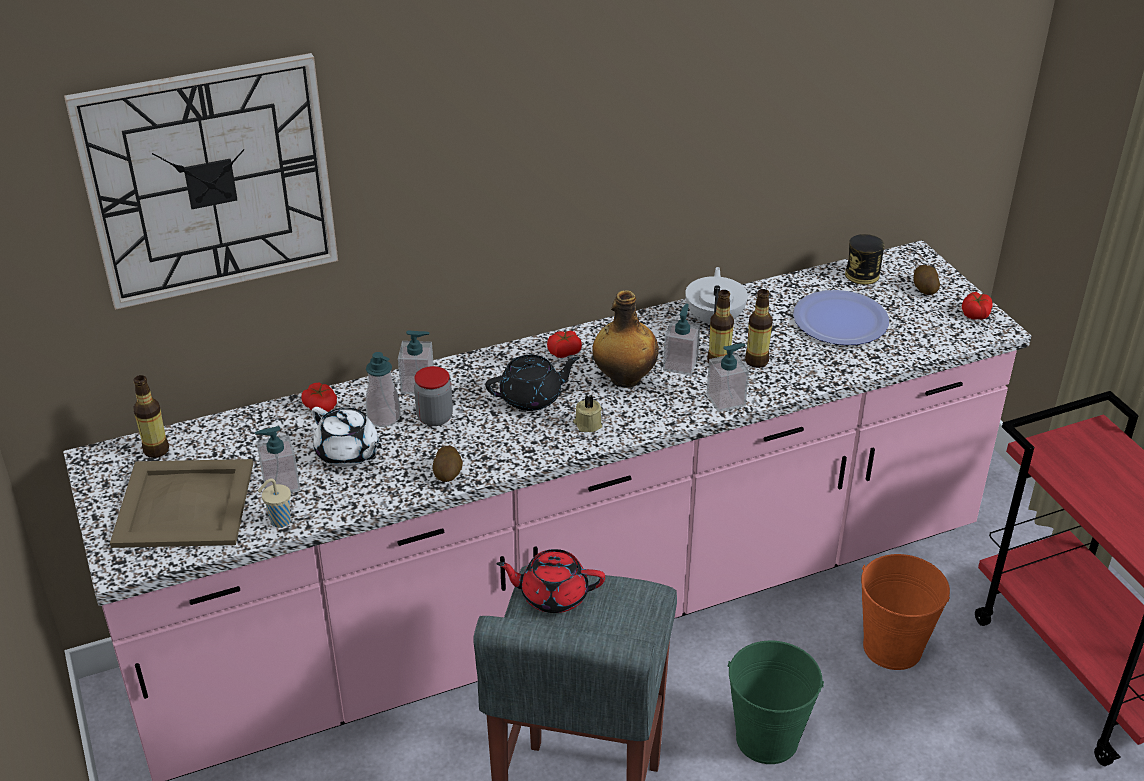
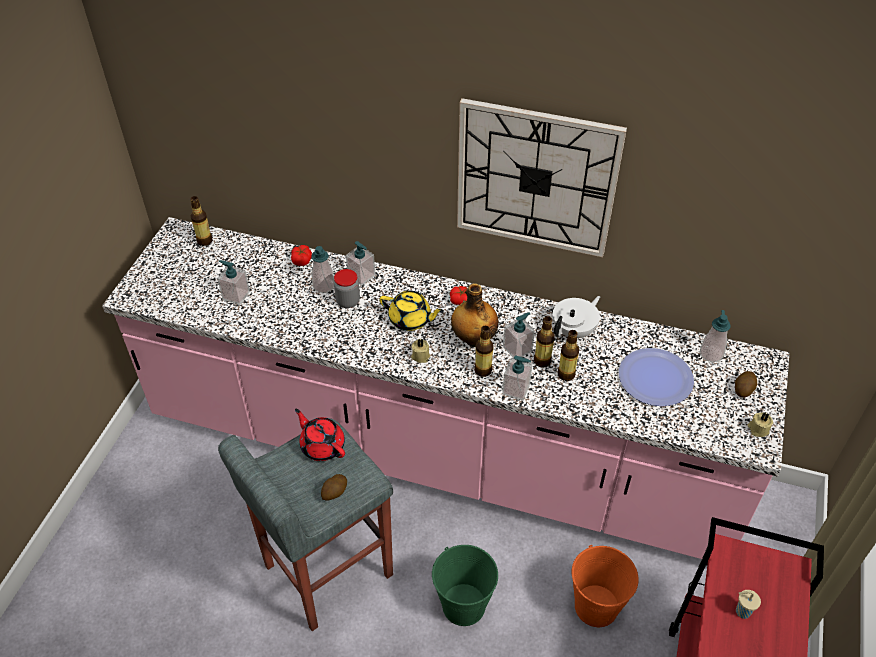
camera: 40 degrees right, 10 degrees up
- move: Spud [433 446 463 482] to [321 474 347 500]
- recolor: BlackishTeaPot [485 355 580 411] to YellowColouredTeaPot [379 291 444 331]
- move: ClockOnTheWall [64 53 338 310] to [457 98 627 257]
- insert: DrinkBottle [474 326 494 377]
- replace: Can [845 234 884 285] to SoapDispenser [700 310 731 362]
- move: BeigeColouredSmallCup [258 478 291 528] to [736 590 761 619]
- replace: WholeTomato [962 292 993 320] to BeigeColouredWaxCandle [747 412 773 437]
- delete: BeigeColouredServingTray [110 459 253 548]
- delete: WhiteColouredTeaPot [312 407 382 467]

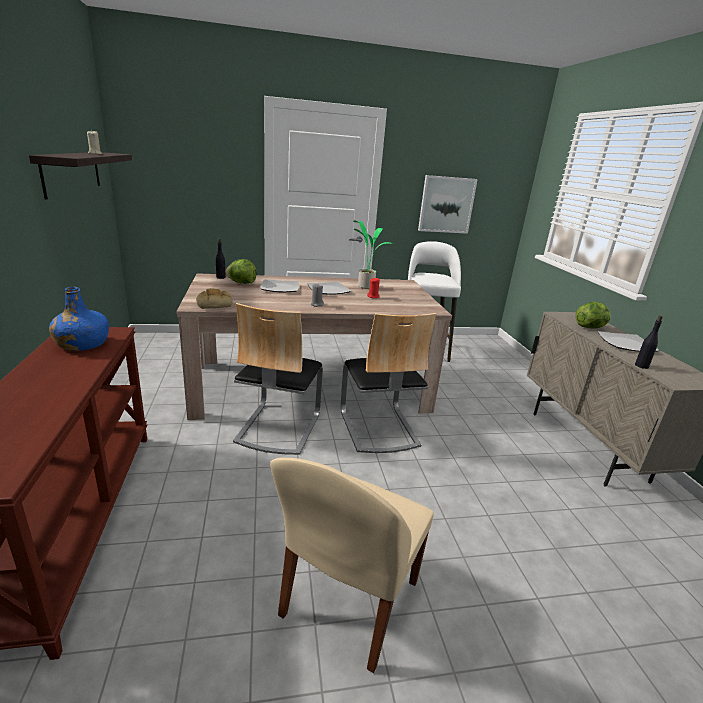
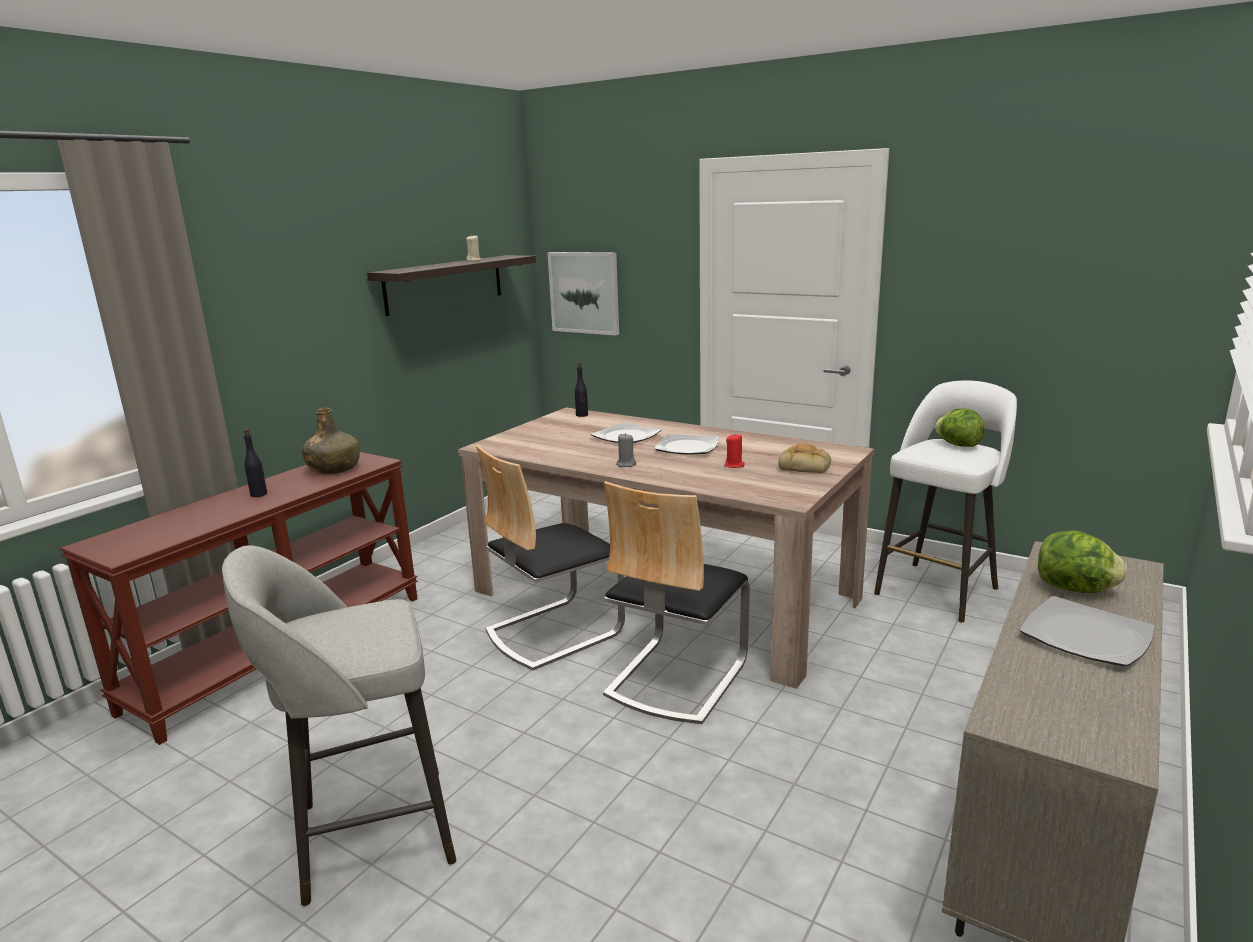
camera: 45 degrees right, 5 degrees down
- replace: BeigeColouredPlainChair [270 458 434 673] to GreyStool [222 545 456 906]
- move: BlackishDrinkBottle [635 316 663 369] to [244 429 267 497]
- recolor: BlueDrinkBottle [49 287 109 351] to GreenishDrinkBottle [302 407 360 474]
- move: Picture [418 175 478 234] to [547 252 619 336]
- move: Bread [196 288 233 309] to [778 443 831 473]
- move: HeadOfLettuce [225 259 257 284] to [934 408 985 447]
- delete: Houseplant [353 220 392 289]

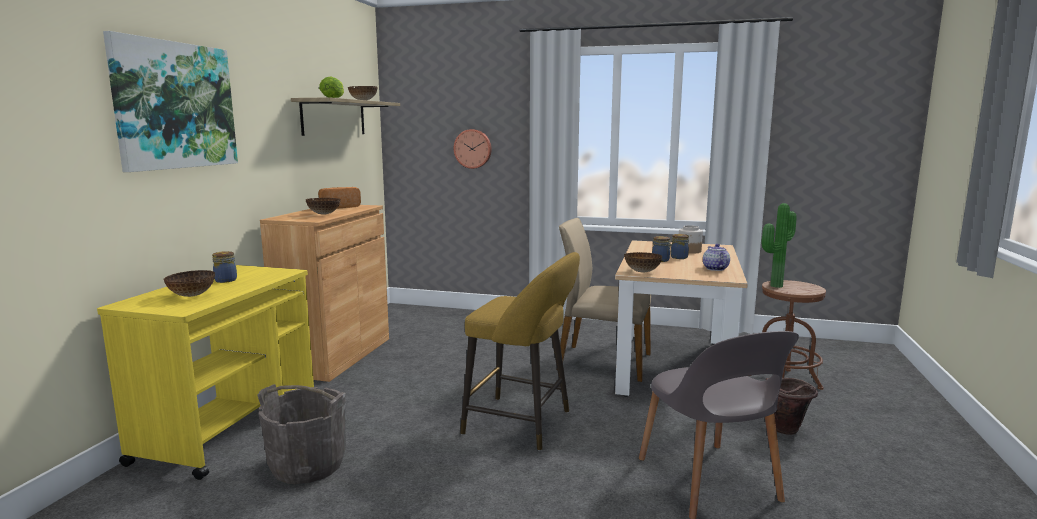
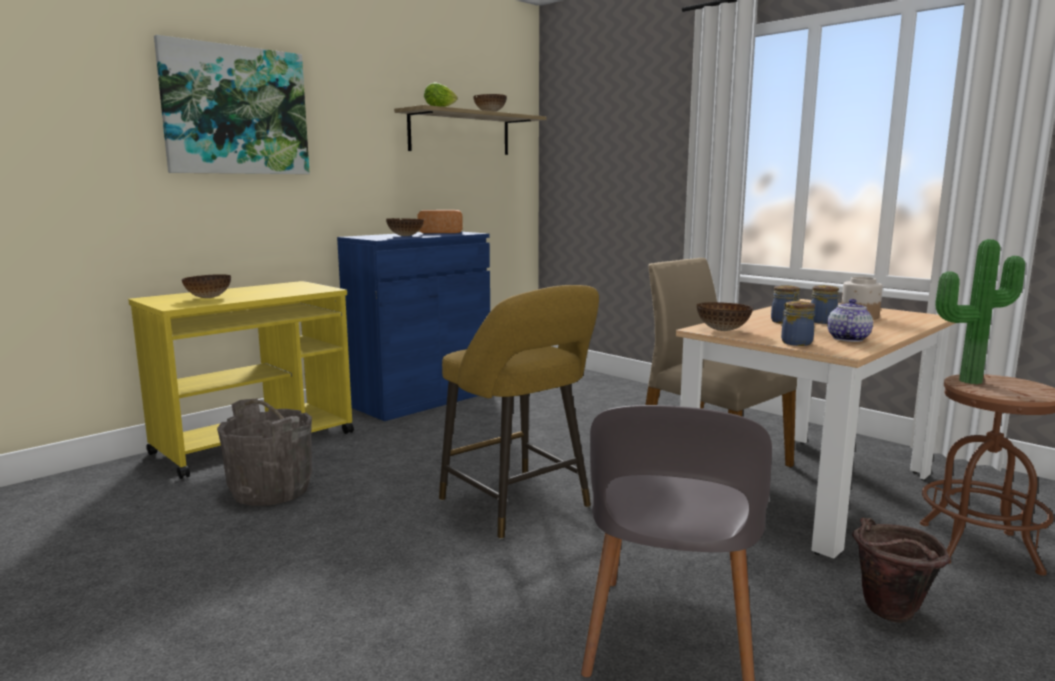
camera: 30 degrees right, 0 degrees up
- recolor: BrownStorageCabinet [260 205 389 382] to BlueStorageCabinet [337 232 490 421]
- move: PreserveJar [212 251 237 283] to [781 301 815 346]
- delete: ClockOnTheWall [454 129 492 169]

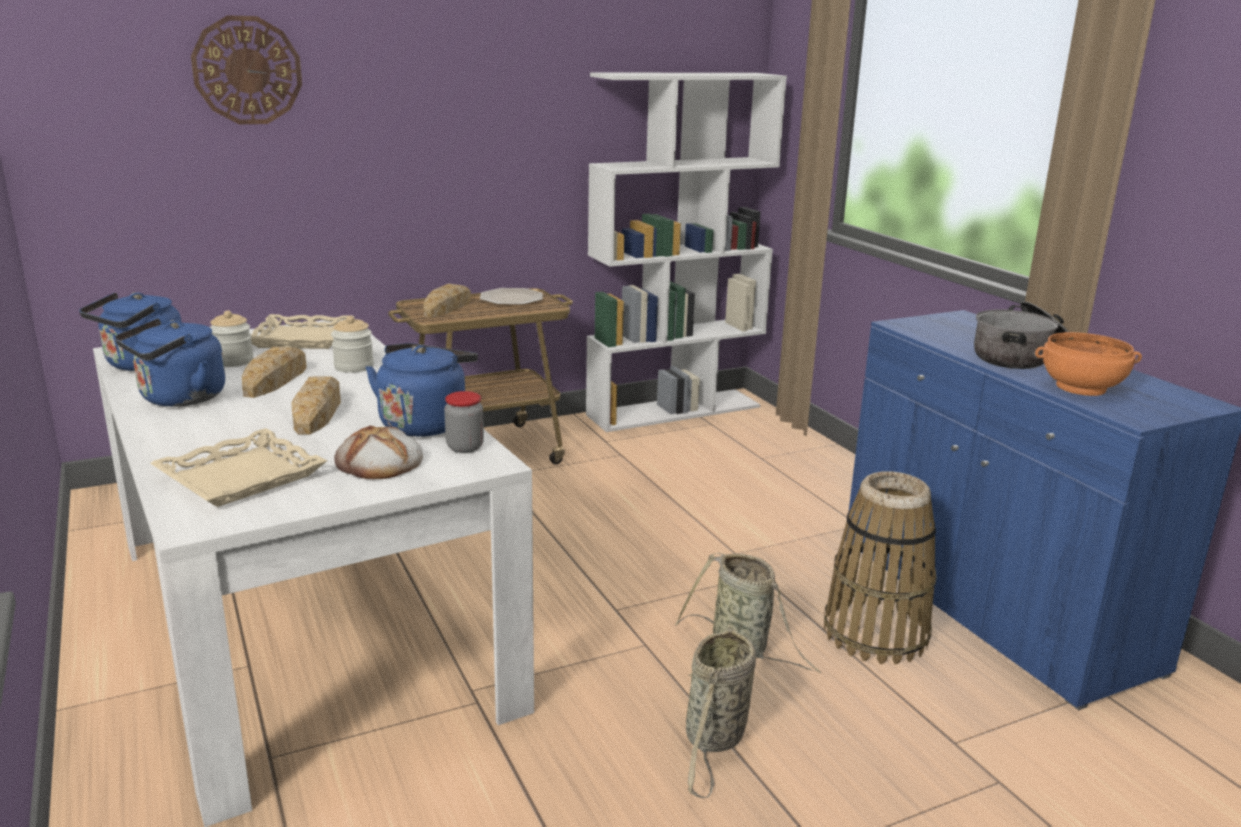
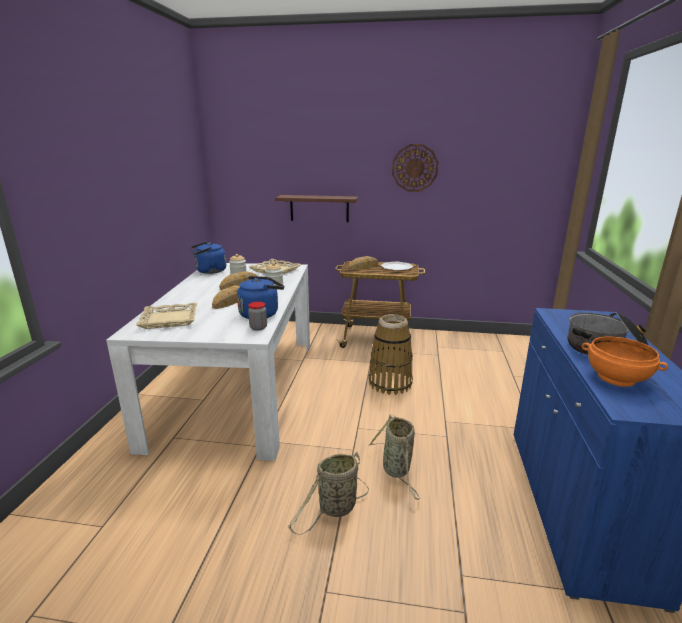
camera: 35 degrees right, 0 degrees up
- insert: BrownWallShelf [275 195 359 222]
- move: HouseholdBasket [824 471 937 664] to [368 314 413 395]
- move: ClockOnTheWall [191 15 302 124] to [392 144 439 192]
- delete: BlueWaterKettle [114 318 225 407]
- delete: Bread [334 425 423 479]
- delete: WhiteColouredBookcase [586 72 787 432]

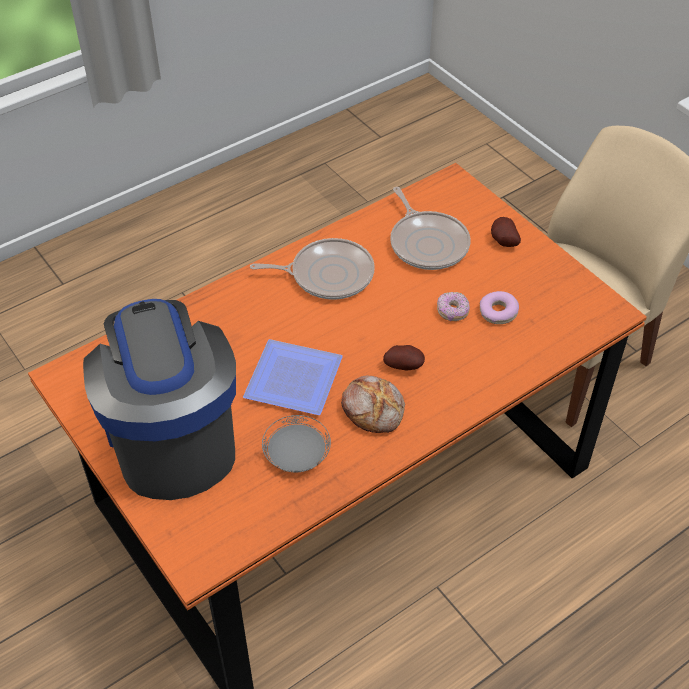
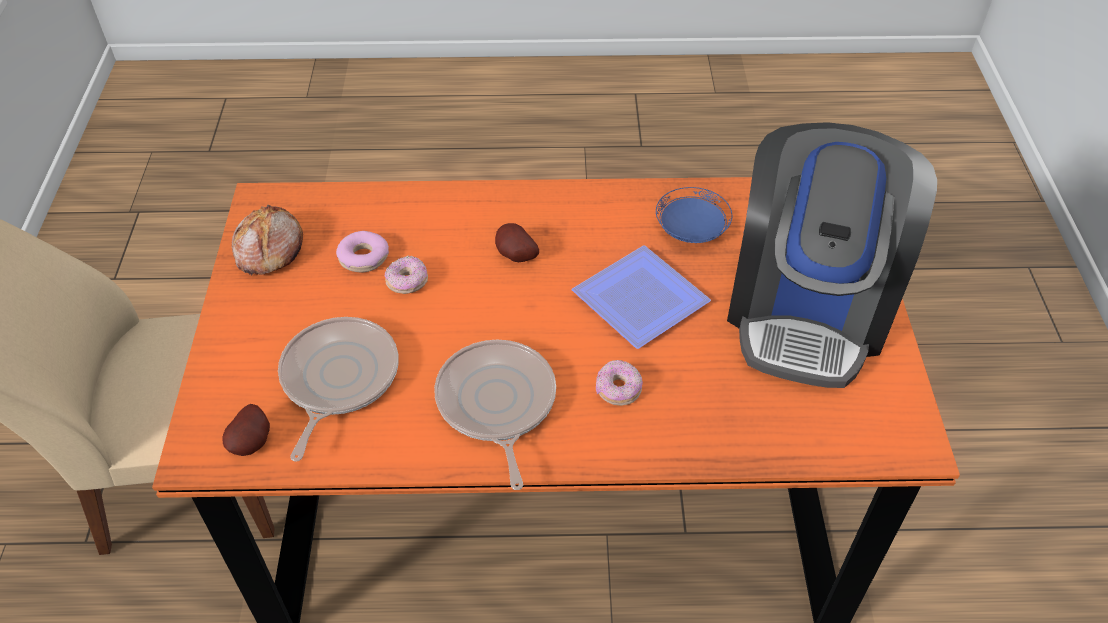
camera: 145 degrees left, 0 degrees up
- move: Spud [491 217 521 247] to [222 404 270 456]
- move: Bread [341 376 405 433] to [232 205 303 275]
- rotate: Skillet [250 238 375 300] = [434 340 556 490] 45 degrees clockwise
- insert: Donut [596 360 643 406]
- recolor: GreyDinnerPlate [262 415 331 472] to BlueDinnerPlate [656 187 732 243]

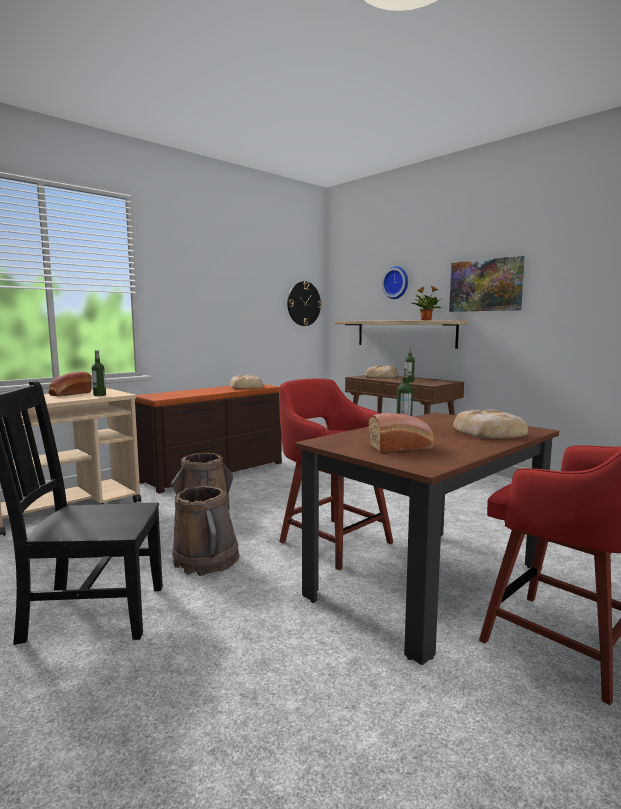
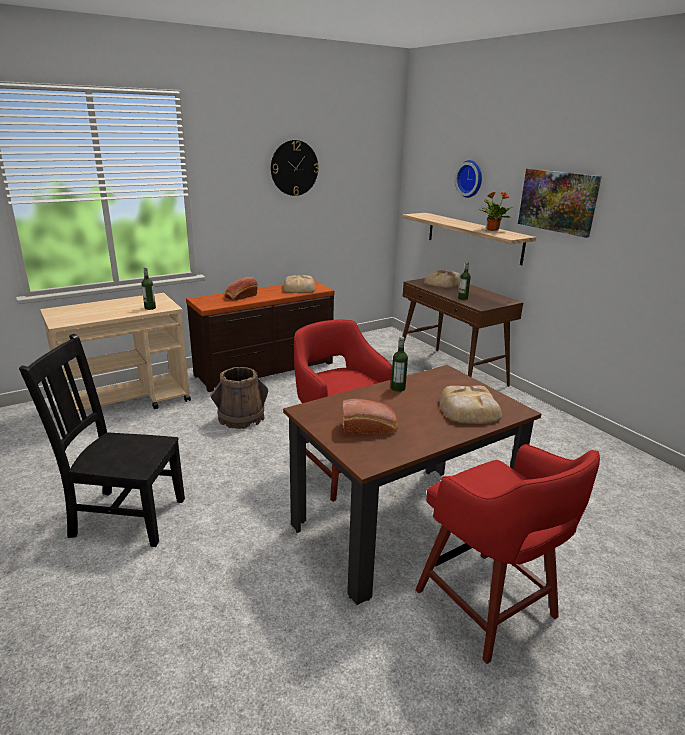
camera: 10 degrees right, 15 degrees up
- move: Bread [49 371 92 396] to [225 277 258 301]
- move: ClockOnTheWall [287 281 322 326] to [271 140 319 196]
- delete: BrownBucket [172 486 240 576]

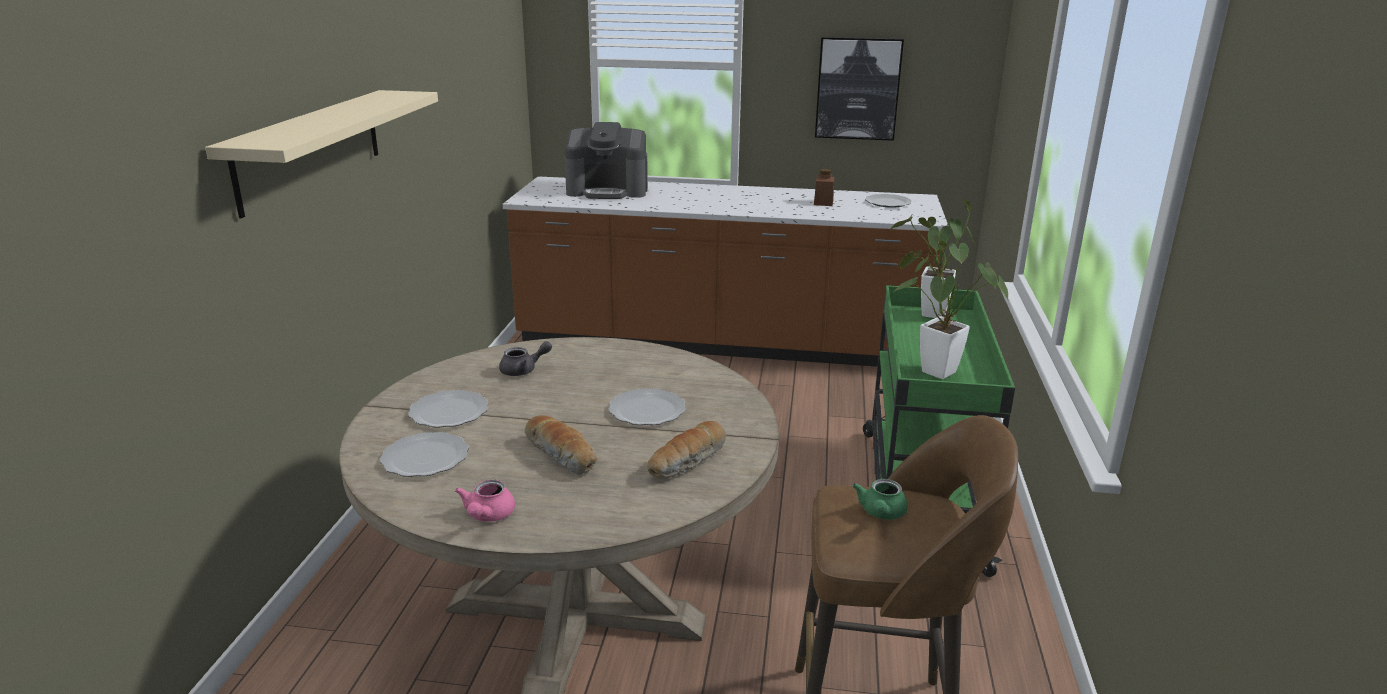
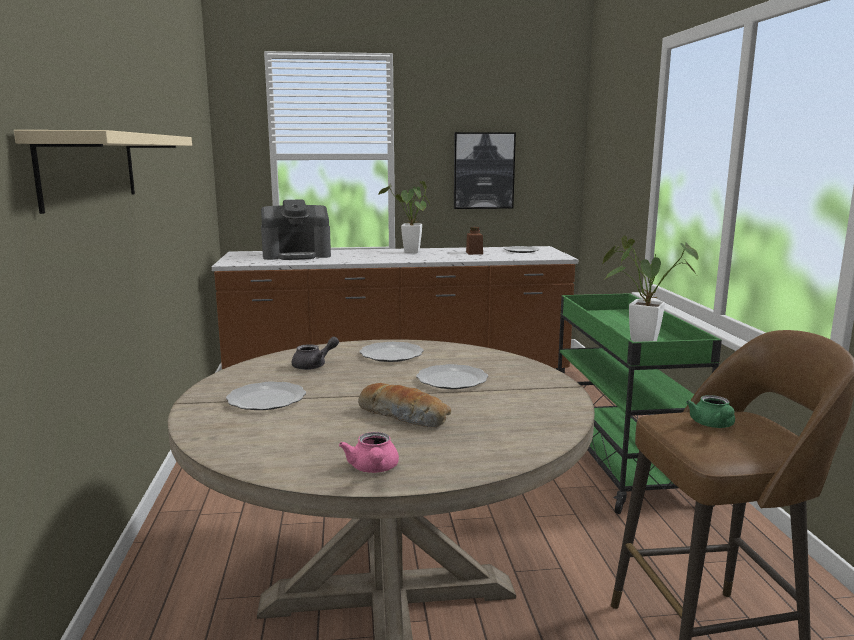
camera: 15 degrees left, 10 degrees down
- move: DinnerPlate [380 432 469 477] to [360 342 424 362]
- move: Houseplant [890 199 975 318] to [378 181 430 253]
- delete: Bread [647 421 726 479]

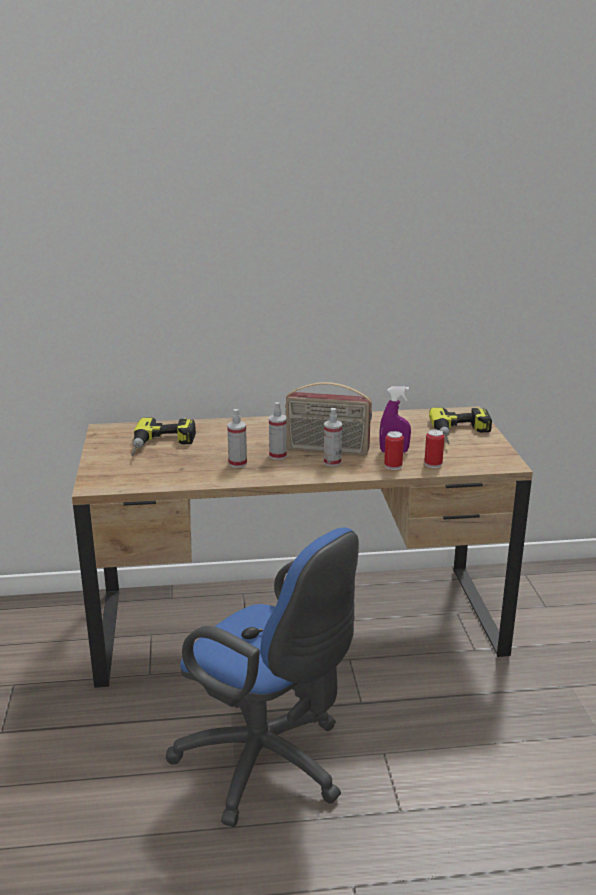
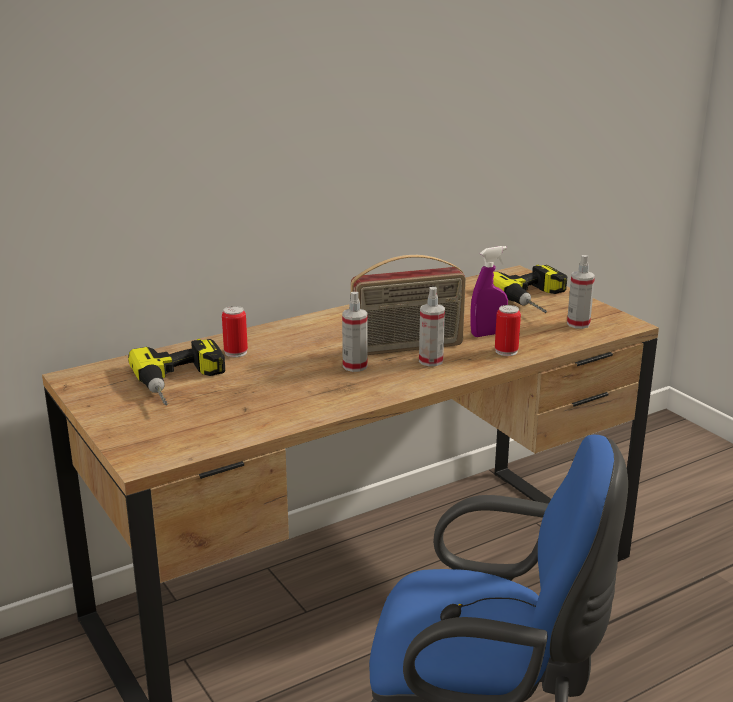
camera: 25 degrees left, 0 degrees up
- move: Can [425 429 444 468] to [222 306 248 357]
- move: Sprayer [227 409 247 468] to [567 255 595 329]

